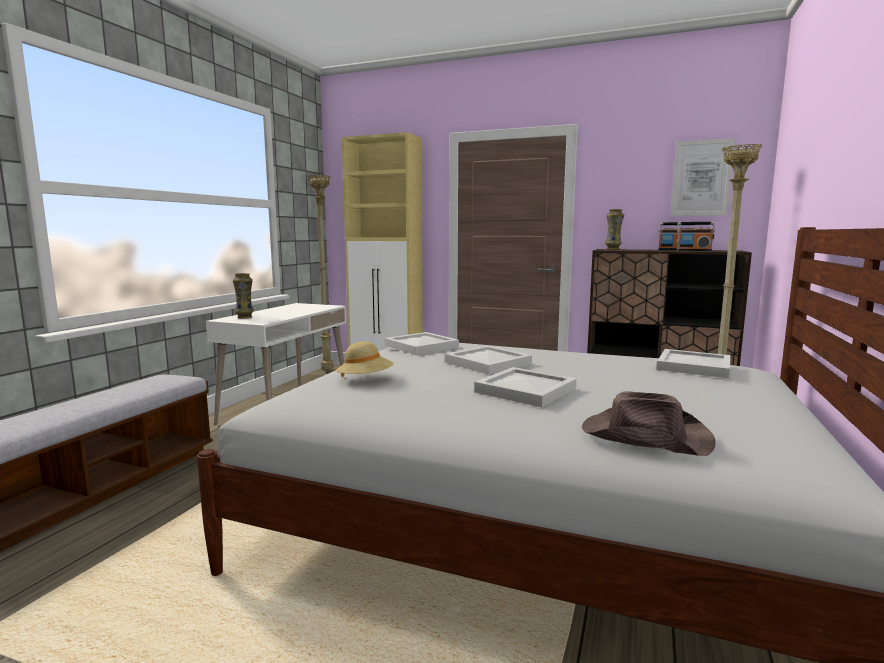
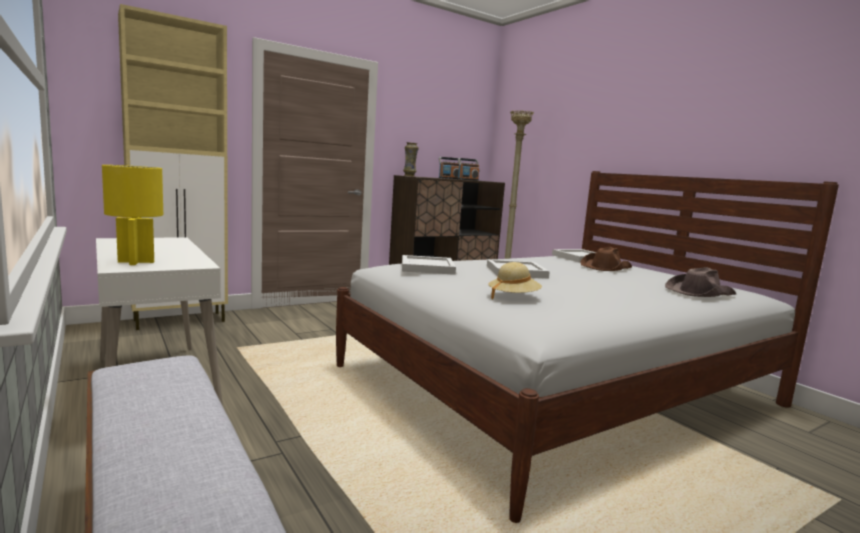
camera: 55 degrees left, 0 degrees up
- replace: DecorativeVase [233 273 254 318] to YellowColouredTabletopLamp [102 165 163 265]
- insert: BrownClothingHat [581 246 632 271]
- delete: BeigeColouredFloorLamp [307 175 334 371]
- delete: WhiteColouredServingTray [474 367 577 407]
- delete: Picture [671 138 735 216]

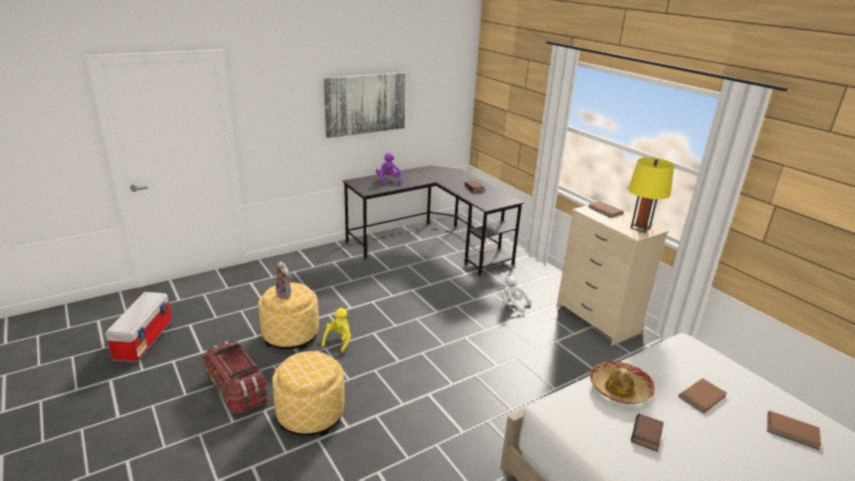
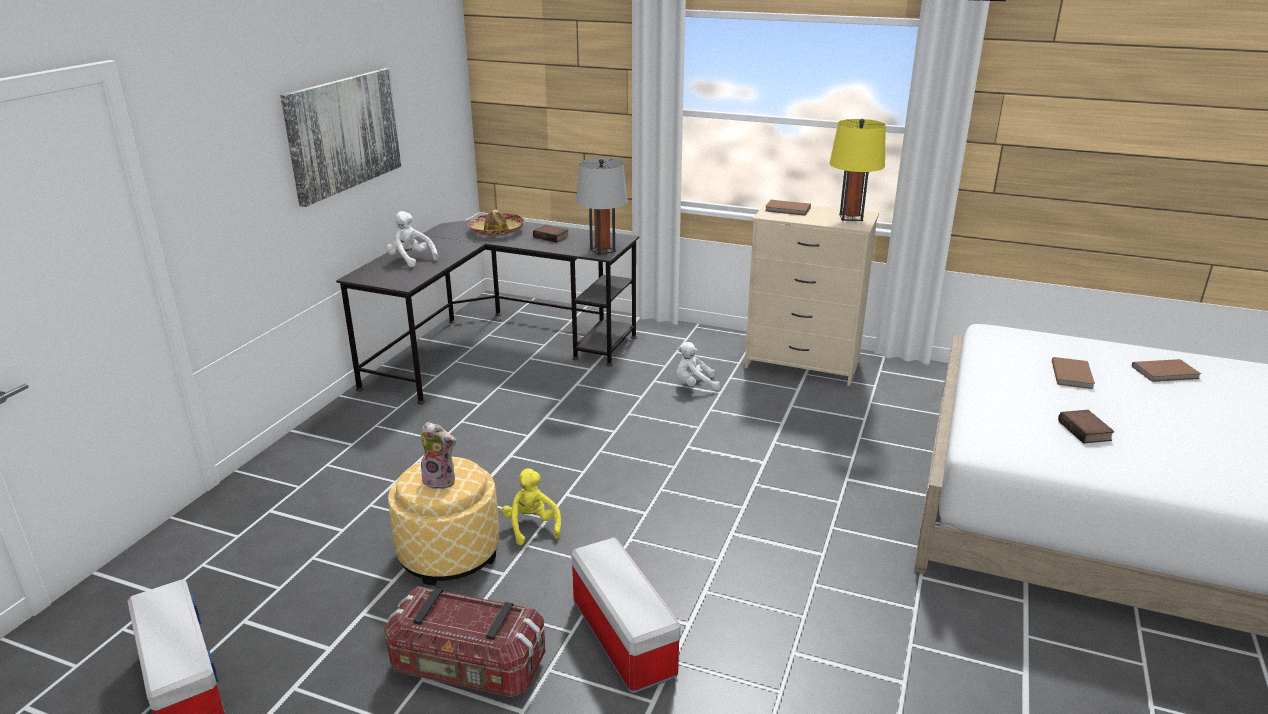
camera: 35 degrees left, 0 degrees up
- recolor: PurplishSoftToy [376 152 402 184] to WhiteColouredSoftToy [387 211 438 267]
- move: ClothingHat [590 361 655 404] to [468 210 525 236]
- replace: Footrest [272 351 345 436] to StorageBox [571 537 681 694]
- insert: GreyTabletopLamp [576 158 628 255]

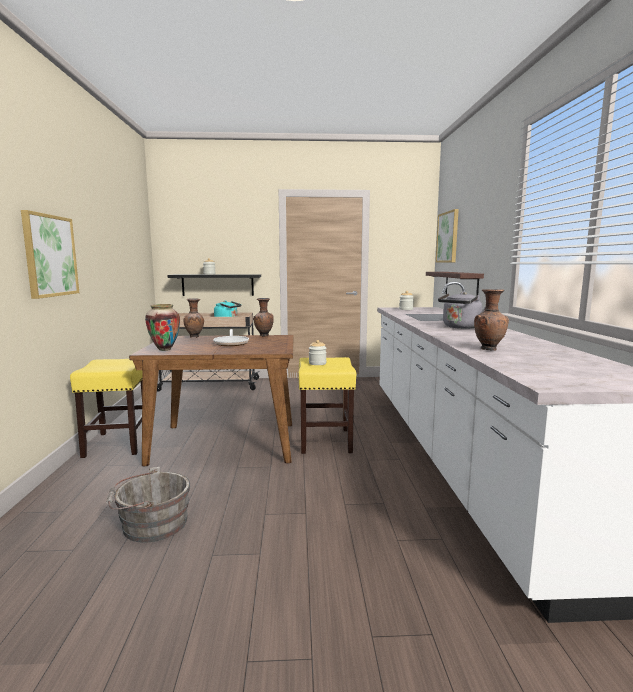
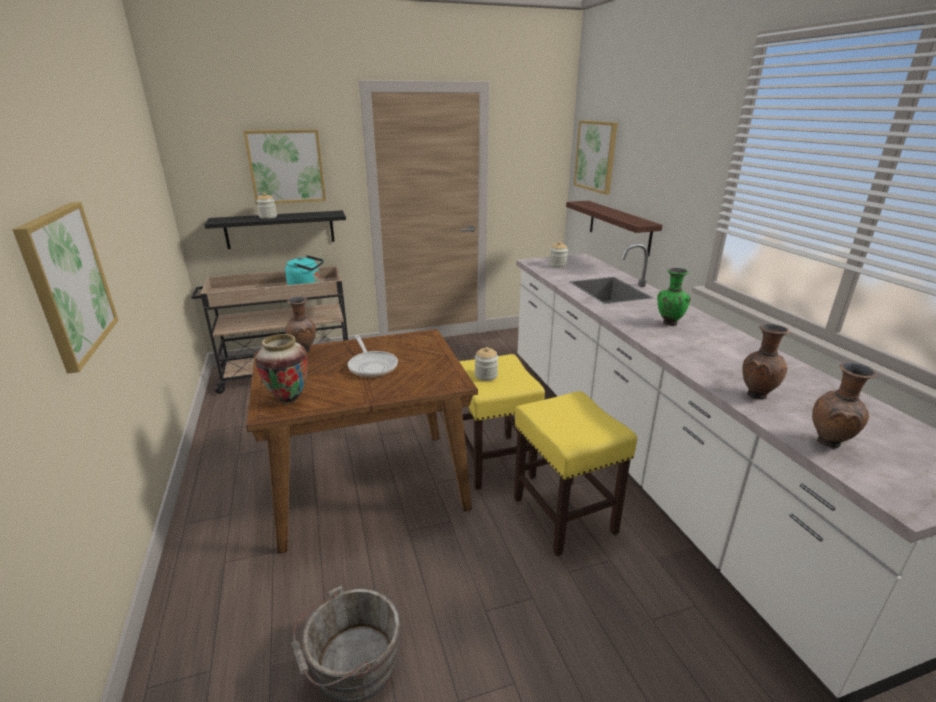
camera: 15 degrees left, 15 degrees up
- insert: Picture [243 129 326 205]
- move: YellowColouredStool [70 359 142 458] to [514 391 637 556]
- replace: GreyWaterKettle [438 291 486 329] to GreenishDecorativeVase [657 268 690 326]
- move: BrownDecorativeVase [253 298 274 337] to [812 362 876 449]

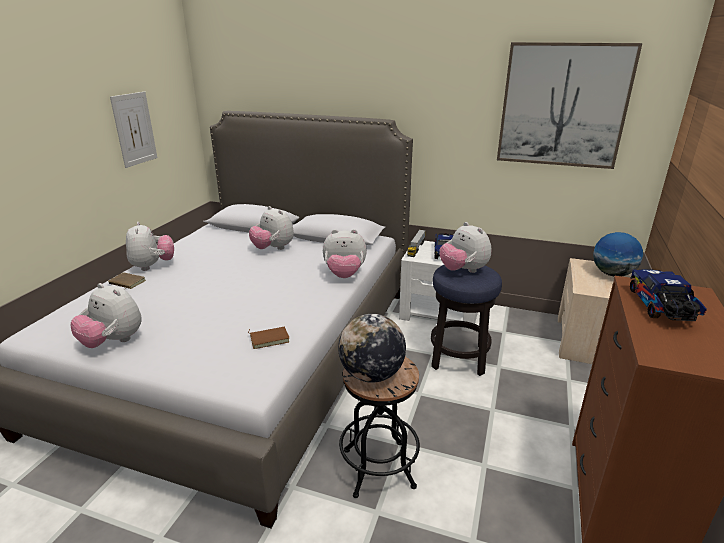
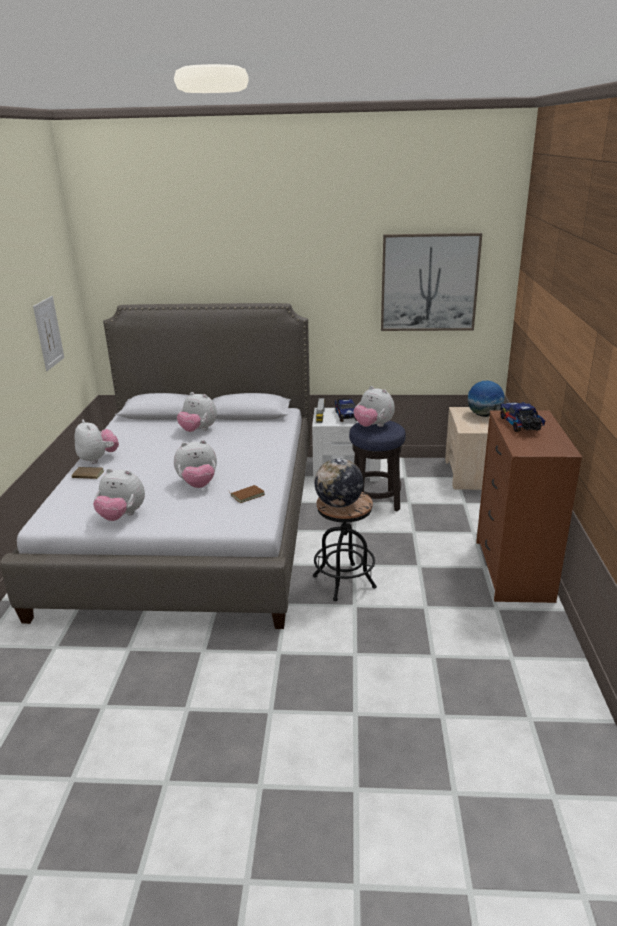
camera: 15 degrees left, 0 degrees up
- move: SoftToy [323 229 367 278] to [174 440 217 488]

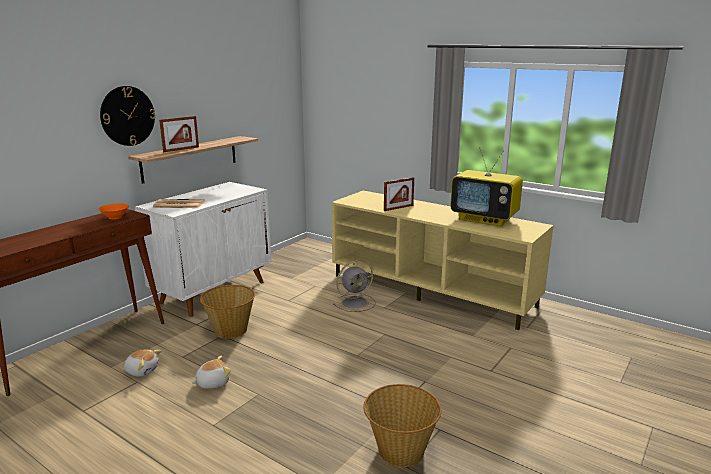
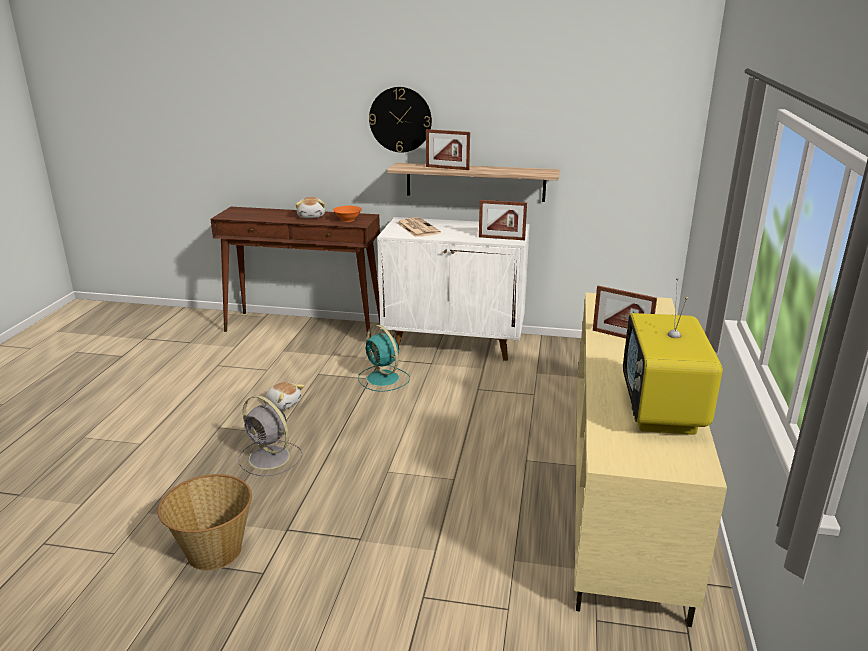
camera: 65 degrees right, 5 degrees up
- move: GreyFan [333 260 376 312] to [238 395 303 476]
- move: SoftToy [124 350 161 377] to [296 197 325 218]
- replace: HouseholdBasket [200 285 255 339] to BlueGreenFan [358 325 410 392]
- insert: PhotoFrame [479 200 527 240]

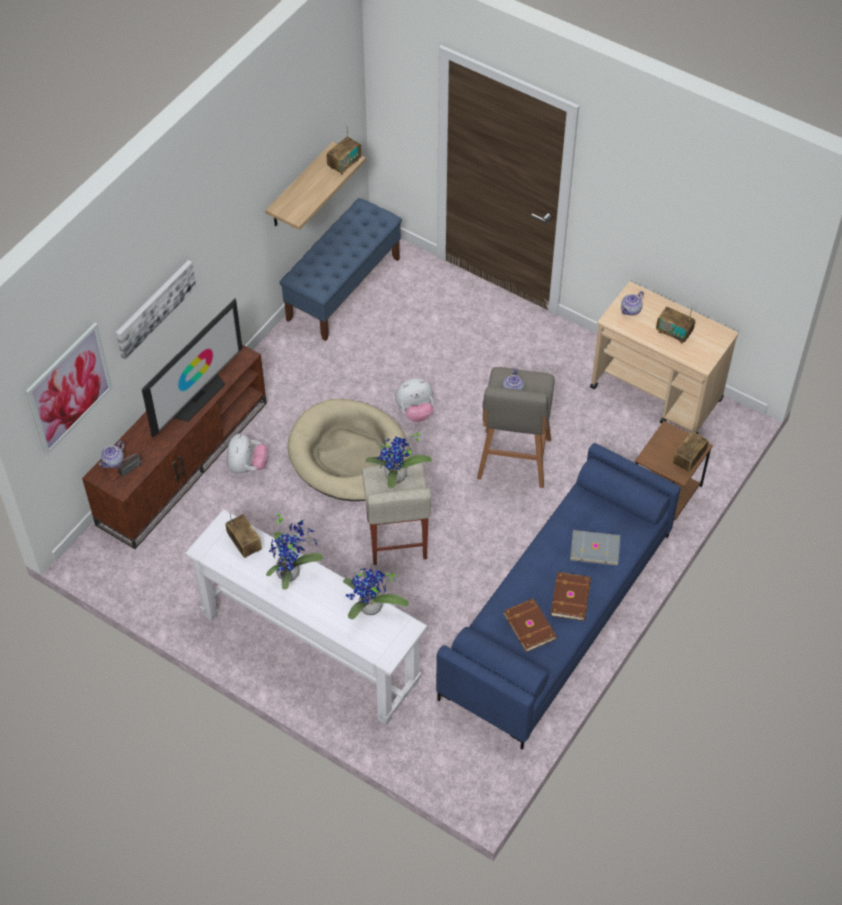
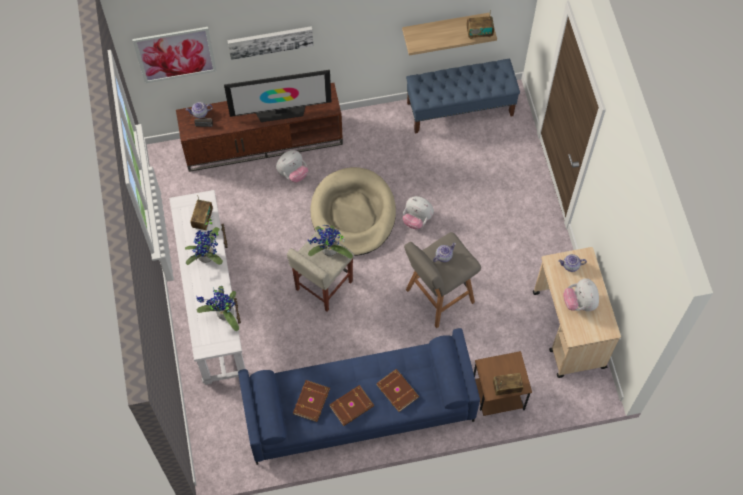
camera: 45 degrees right, 10 degrees up
- recolor: GreyBook [570 530 620 566] to BrownBook [377 369 419 412]
- replace: RadioReceiver [656 307 695 344] to SoftToy [563 278 599 311]

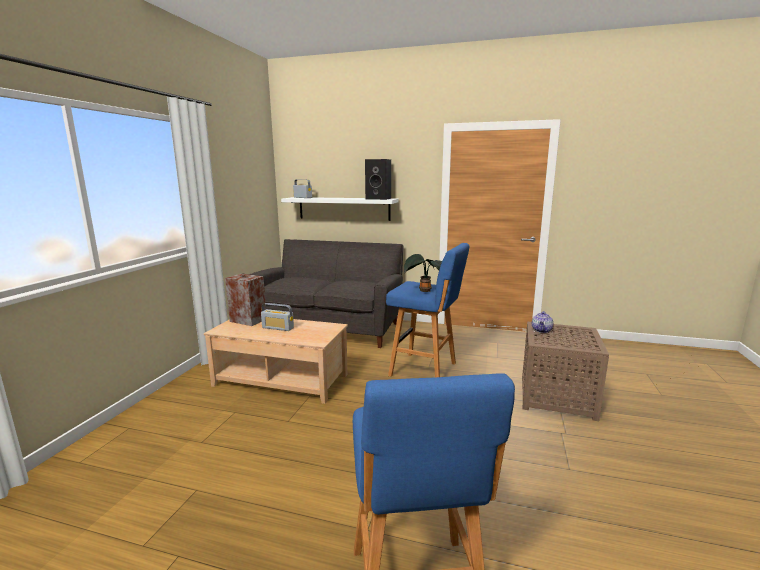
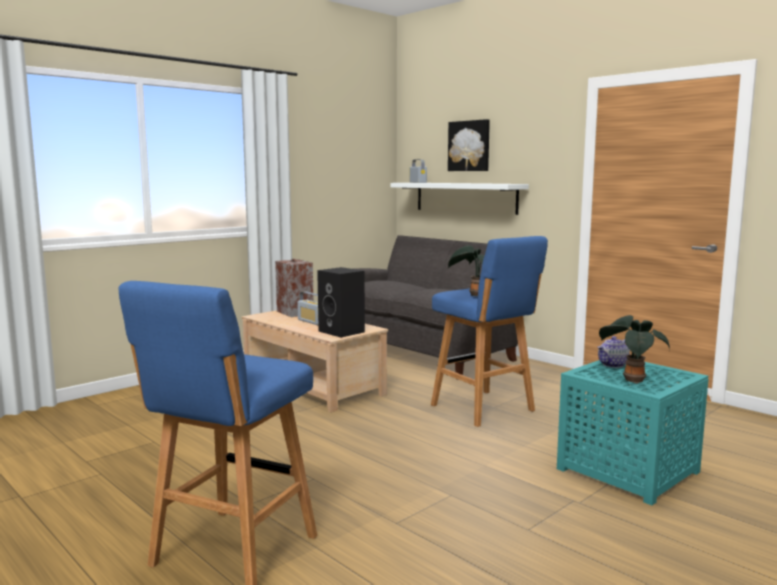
camera: 30 degrees right, 5 degrees down
- move: BlackishLoudspeaker [365 159 391 200] to [317 267 365 338]
- insert: Picture [448 119 490 171]
- recolor: BrownAccentTable [522 321 609 421] to BlueGreenAccentTable [557 360 708 505]
- insert: Houseplant [599 315 670 384]

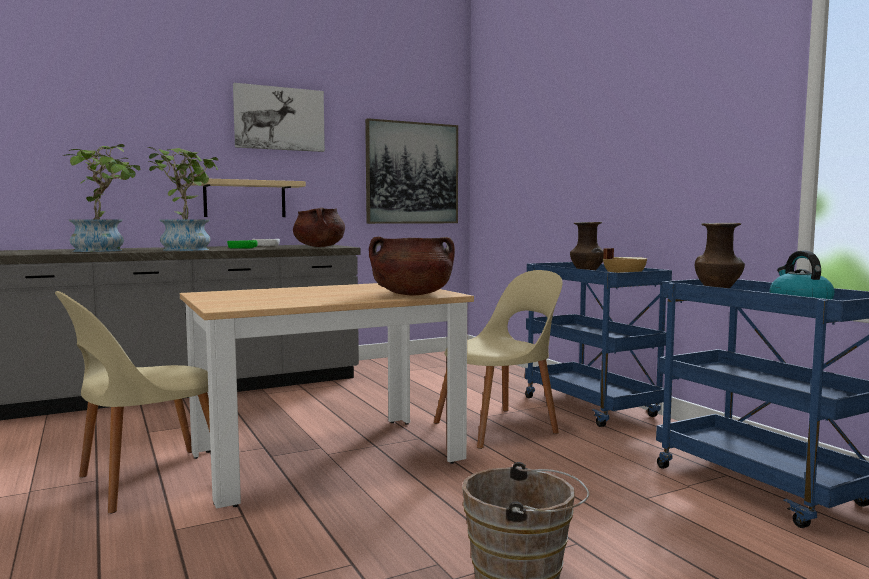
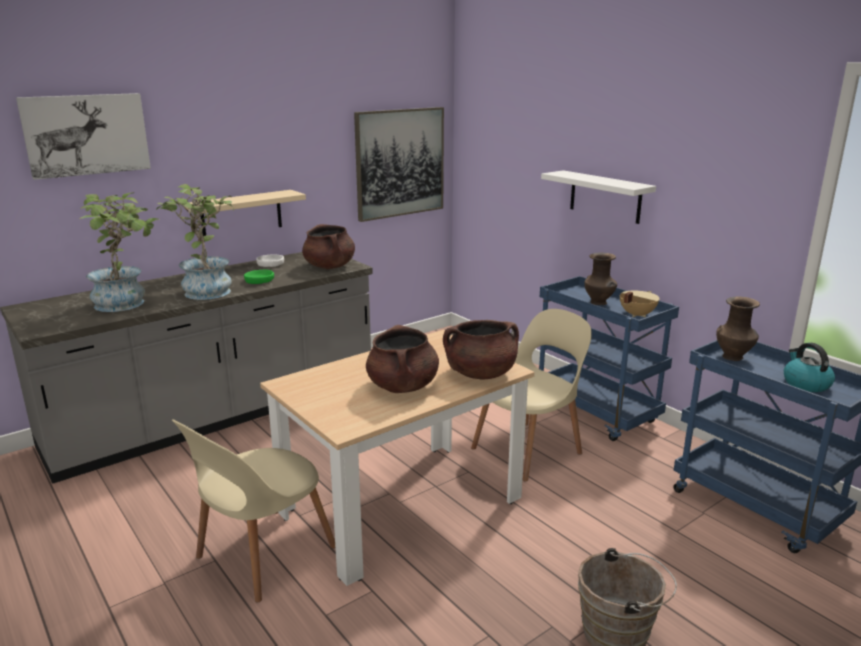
camera: 10 degrees left, 15 degrees up
- move: Picture [233 83 325 152] to [16 93 151 180]
- insert: BrownSaucepot [366 325 439 393]
- insert: WhiteColouredWallShelf [541 170 656 224]

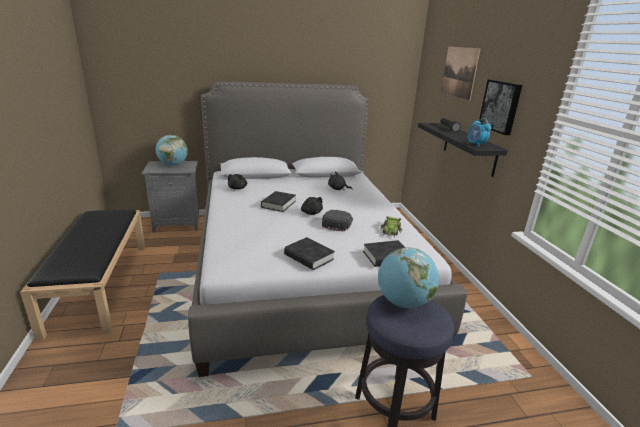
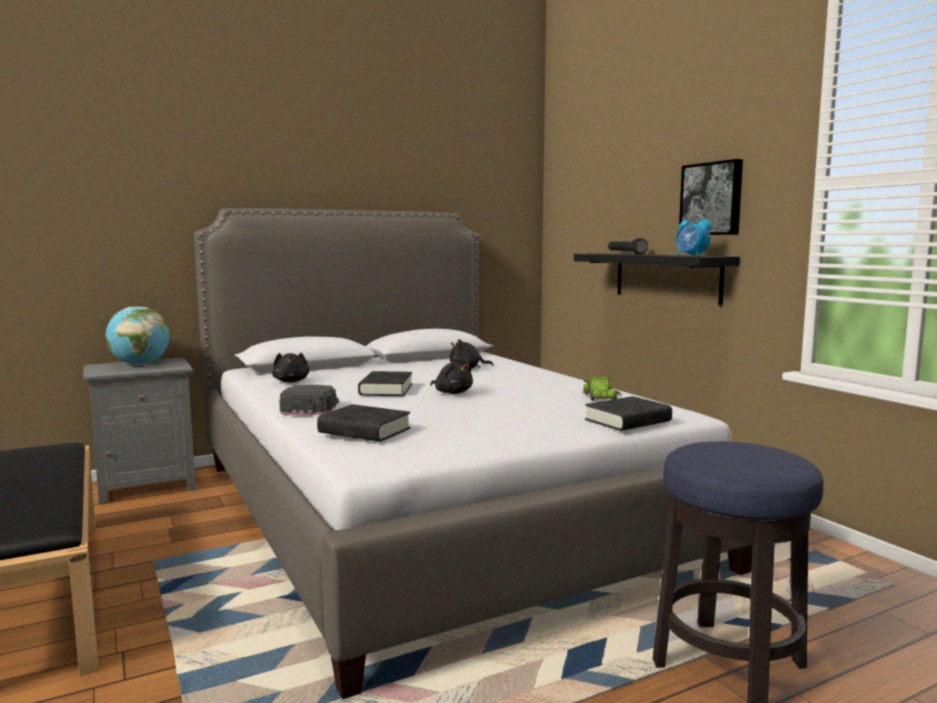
camera: 15 degrees left, 15 degrees down
- move: BlackishCap [322 210 353 232] to [279 385 339 415]
- move: BlackishBook [284 237 335 270] to [317 404 411 442]
- delete: WorldGlobe [378 248 439 308]
- delete: Picture [441 46 481 101]

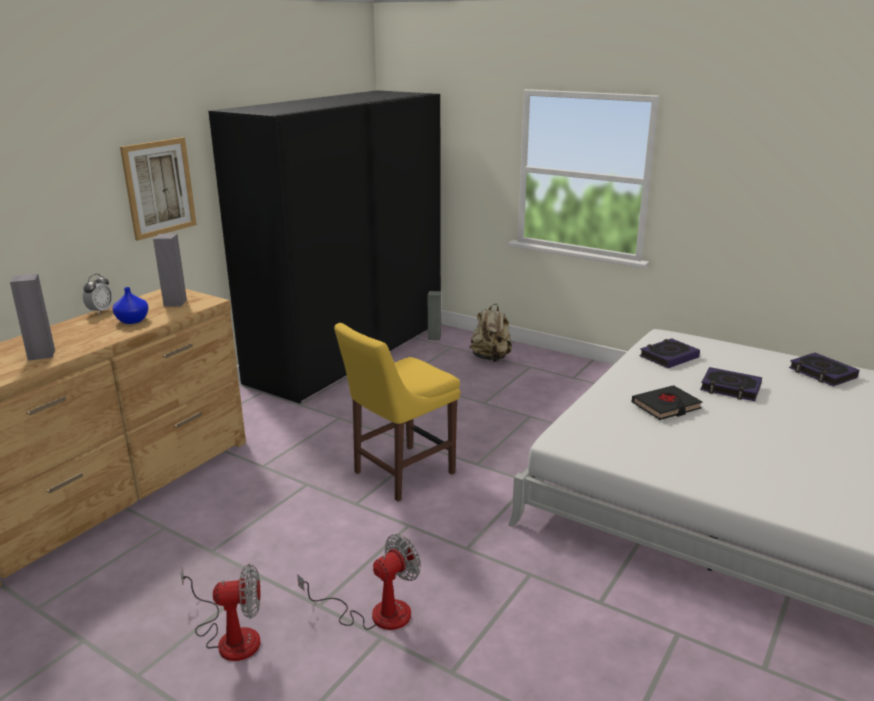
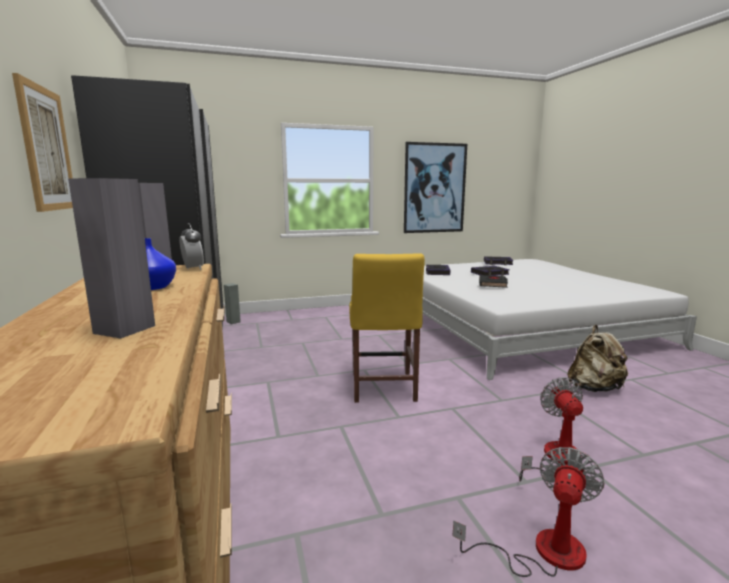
camera: 50 degrees left, 10 degrees down
- move: BedsideClock [83 274 113 314] to [179 223 204 270]
- insert: Picture [404 142 467 233]
- move: BeigeColouredBackpack [470 304 512 362] to [567 325 629 392]

